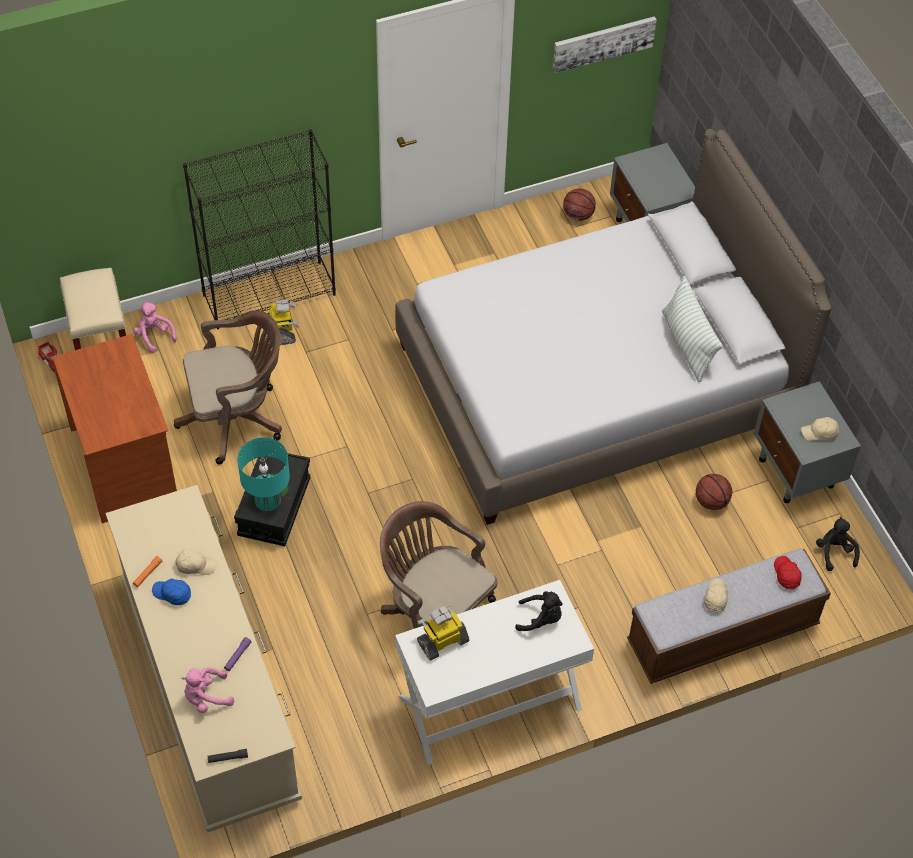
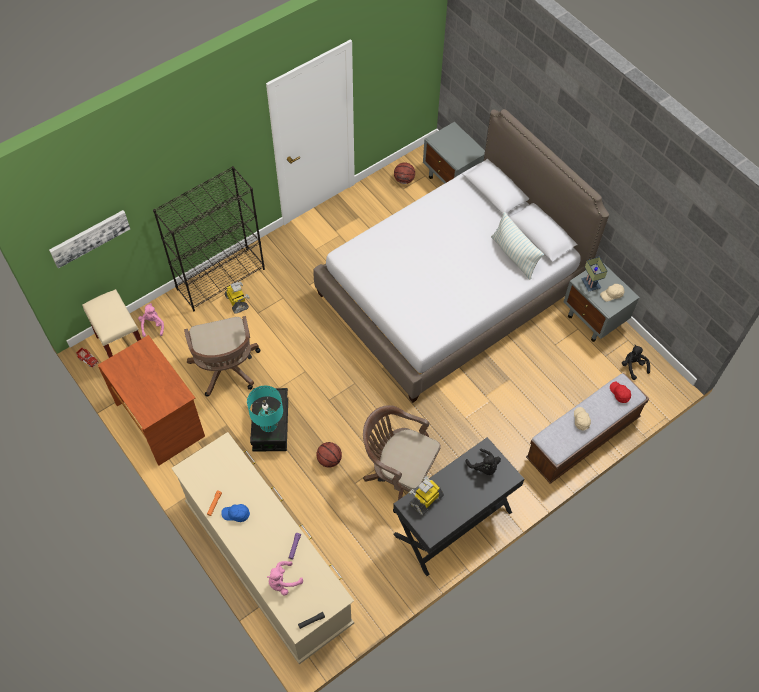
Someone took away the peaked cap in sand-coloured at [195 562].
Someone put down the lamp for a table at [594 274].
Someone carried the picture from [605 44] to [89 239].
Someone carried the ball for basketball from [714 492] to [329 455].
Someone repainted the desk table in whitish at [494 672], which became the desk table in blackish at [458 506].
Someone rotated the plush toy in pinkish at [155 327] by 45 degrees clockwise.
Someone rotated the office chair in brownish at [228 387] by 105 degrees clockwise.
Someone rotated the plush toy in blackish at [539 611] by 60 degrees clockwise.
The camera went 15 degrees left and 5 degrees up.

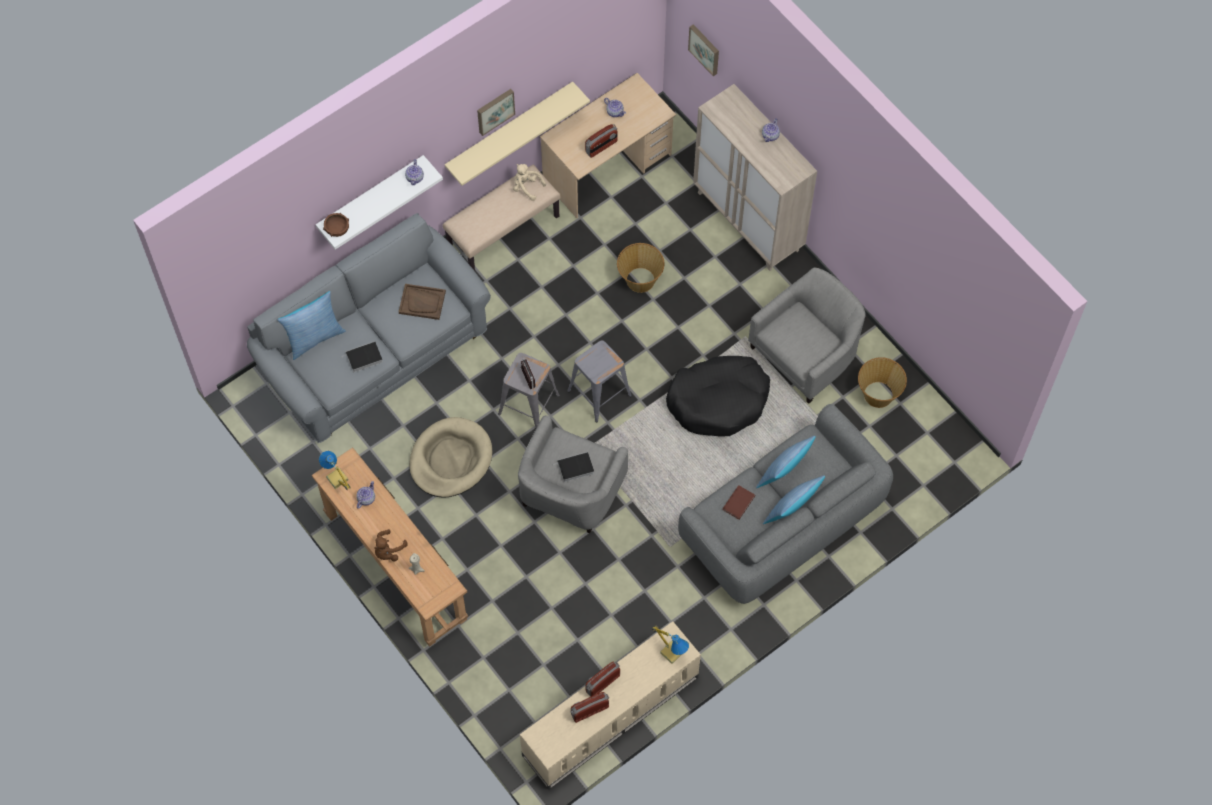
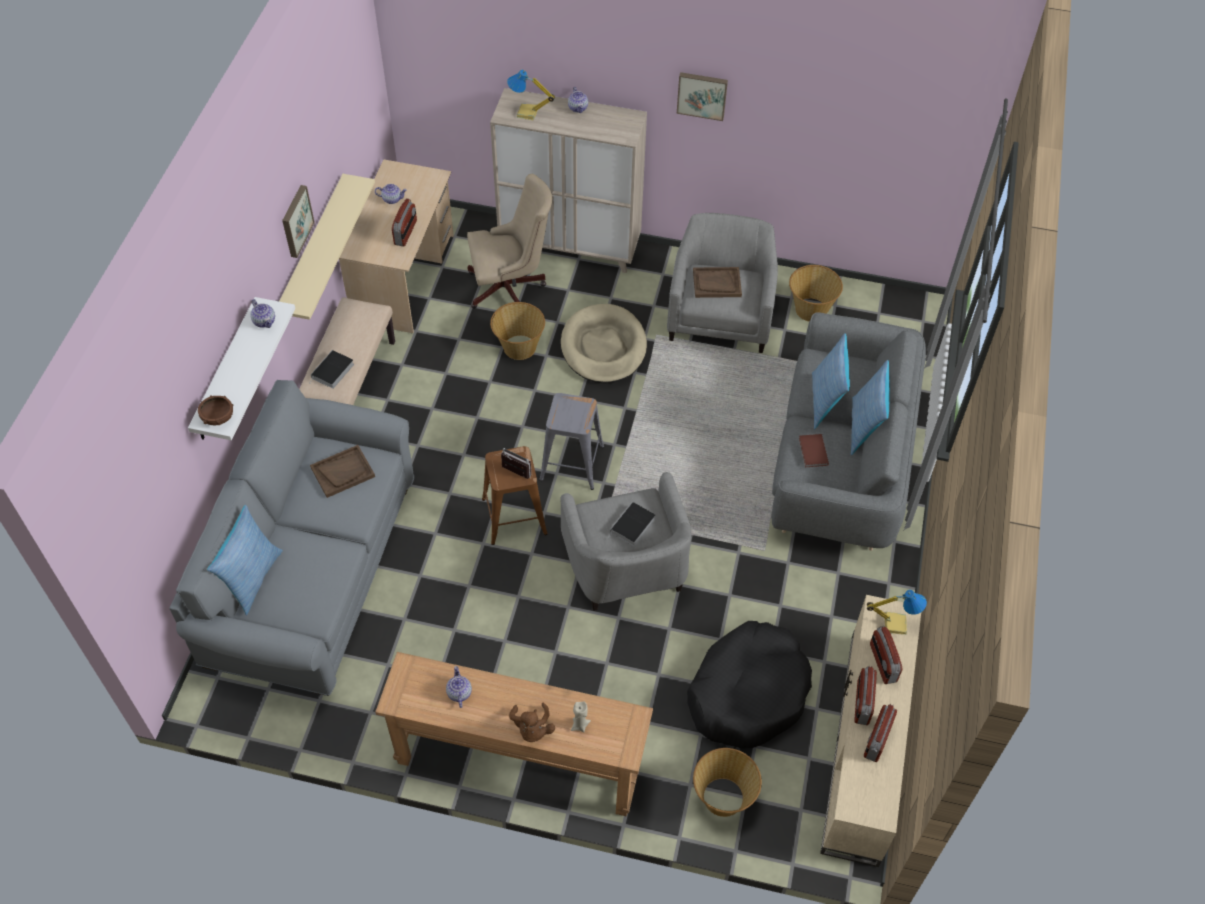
Someone took away the plush toy in sand-coloured at [529 182].
Someone put down the office chair in sand-coloured at [509 241].
Someone put down the serving tray in brownish at [717 282].
Someone put down the household basket at [727 782].
Someone put down the radio receiver at [886 655].
Someone carried the lamp for a table from [335 470] to [531 95].
Someone carried the bound book from [362 356] to [331 369].
Someone carried the dog cushion in sand-coloured from [450 457] to [604 343].
Someone carried the dog cushion in blackish from [718 396] to [749 684].
Someone carried the picture from [703 50] to [702 96].
Someone repainted the stool in grey at [529 390], which became the stool in brownish at [515 495].
The camera went 40 degrees left and 10 degrees down.

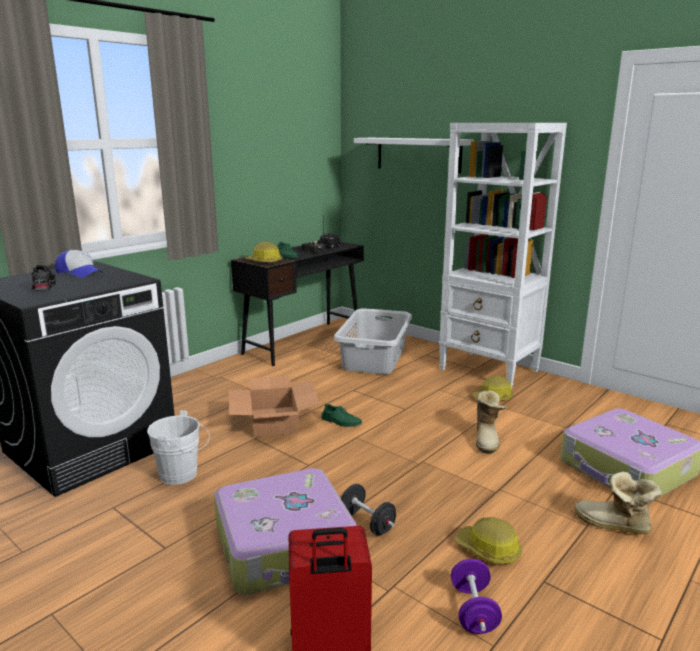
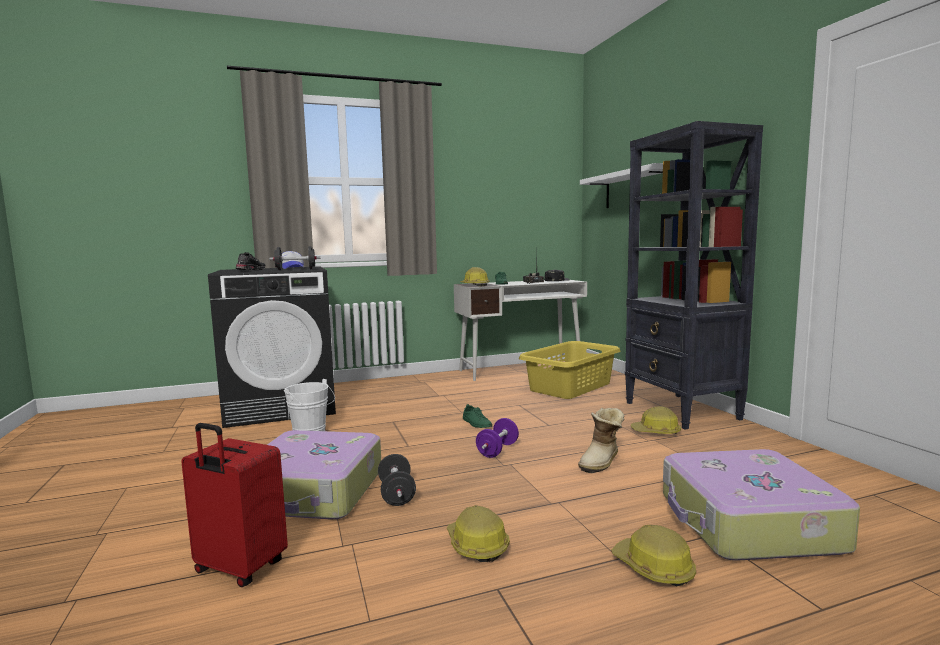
Someone took away the cardboard box at [274 406].
Someone put down the free weight in blackish at [294 258].
Someone carried the free weight in purplish from [476 596] to [497 438].
Someone swapped the high-top boot at [618 503] for the hard hat at [653 555].
Someone repainted the desk table in blackish at [297 304], which became the desk table in whitish at [520 330].
Someone repainted the hamper in grey at [373 341], which became the hamper in yellow at [570 370].
Someone repainted the bookshelf in whitish at [503 256], which became the bookshelf in blackish at [694 275].
The camera went 30 degrees right and 10 degrees down.

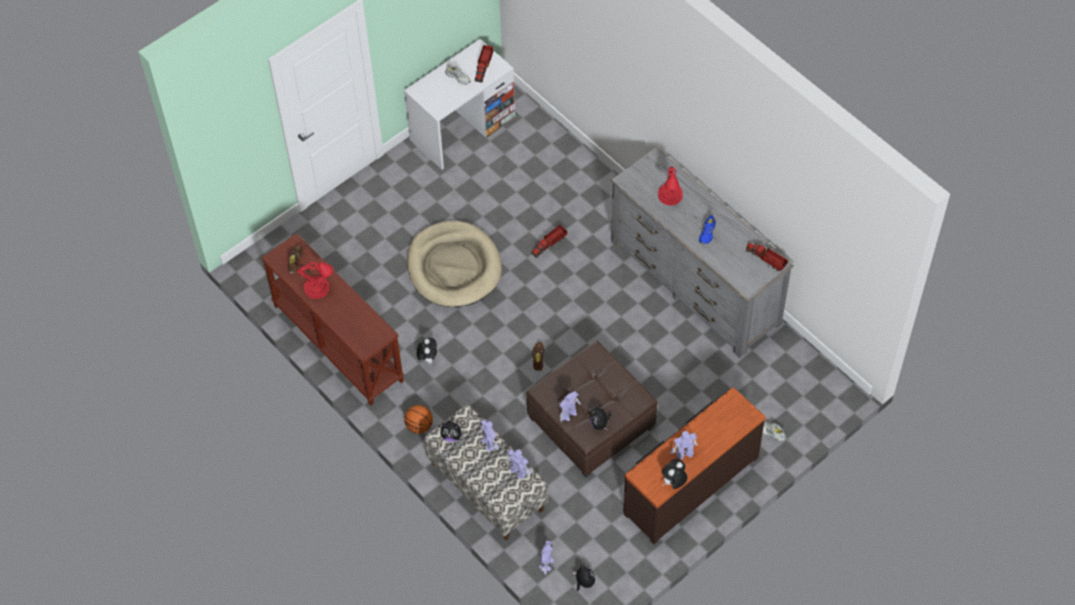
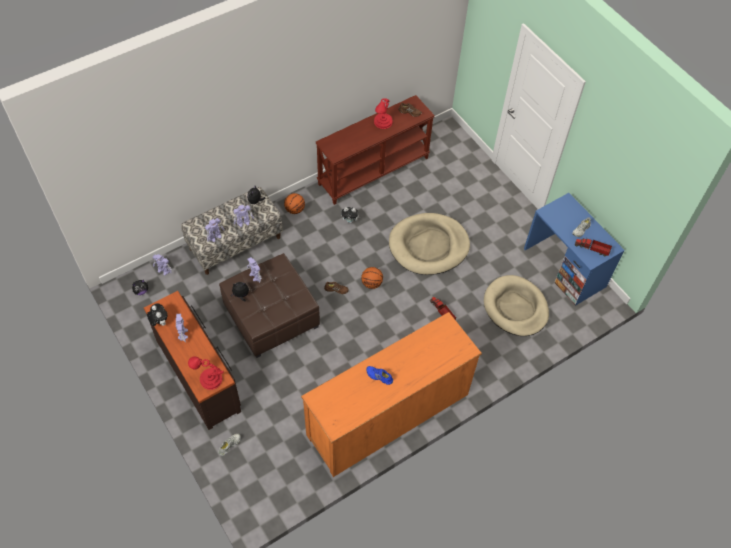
Someone took away the toy lorry at [766 257].
Someone put down the ball for basketball at [372 278].
Someone put down the dog cushion in sand-coloured at [516 305].
Someone carried the lamp for a table in red from [670 186] to [206 373].
Someone repainted the desk table in whitish at [459 104], which became the desk table in blue at [574 249].
Someone repainted the drawer chest in grey at [702 252], which became the drawer chest in orange at [391 394].
The camera went 95 degrees right and 0 degrees up.

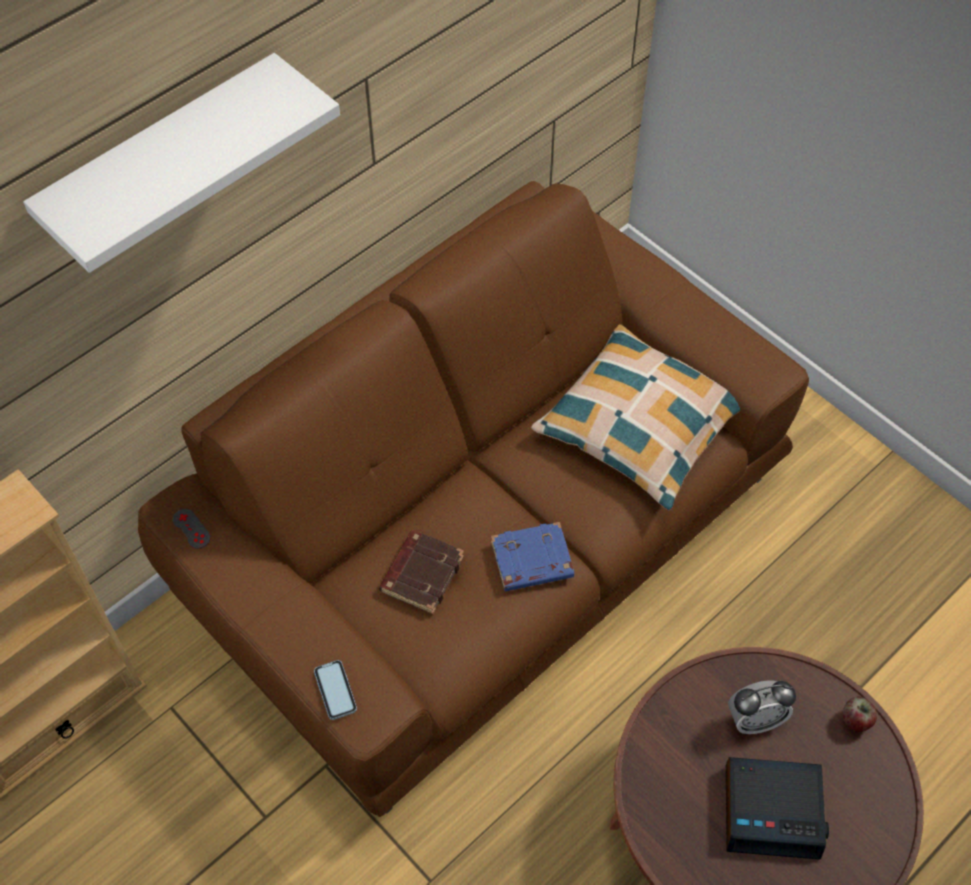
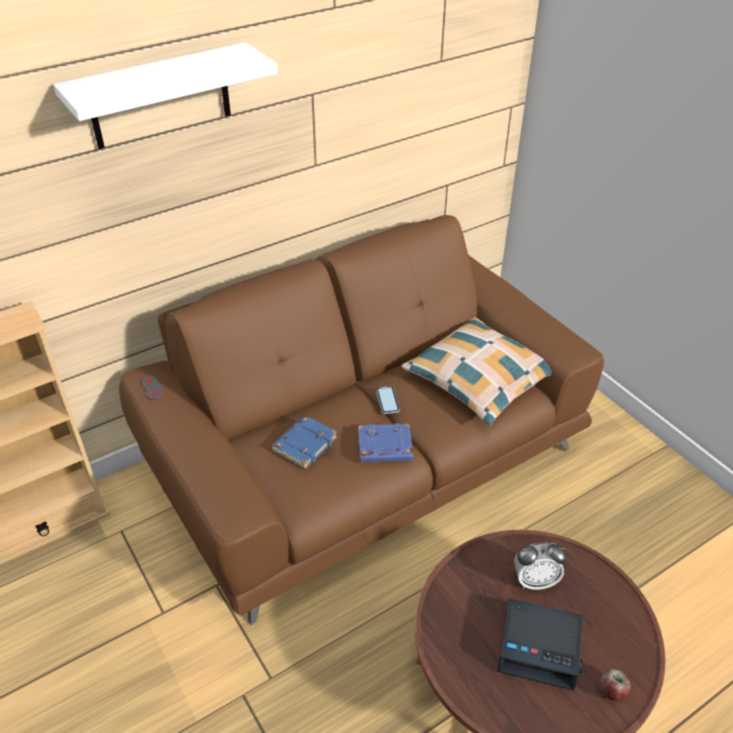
Someone carried the telephone from [335 690] to [388 400].
Someone carried the whole apple from [860 714] to [615 684].
Someone repainted the bound book in brownish at [421 572], which became the bound book in blue at [304 442].
The camera went 10 degrees right and 15 degrees down.

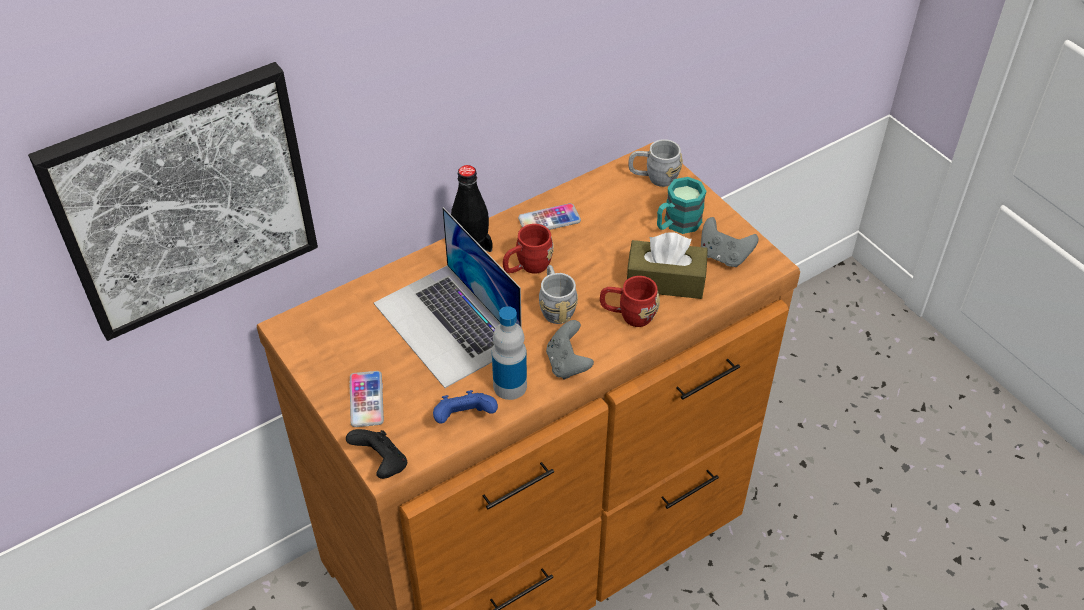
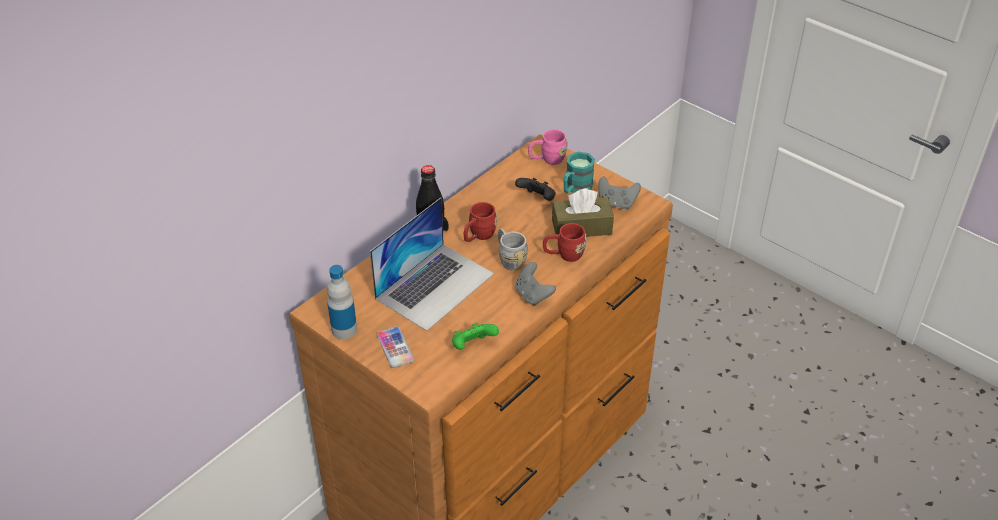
Someone took away the picture at [173 201].
Someone took away the telephone at [549 216].
Someone carried the game controller in blackish from [376 454] to [535 189].
Someone carried the bottle from [509 353] to [342 302].
Someone repainted the game controller in blue at [465 407], which became the game controller in green at [475 336].
Someone repainted the tea mug in grey at [656 163], which became the tea mug in pinkish at [548 147].
Someone rotated the laptop at [448 297] by 90 degrees counterclockwise.
The camera went 15 degrees left and 5 degrees down.

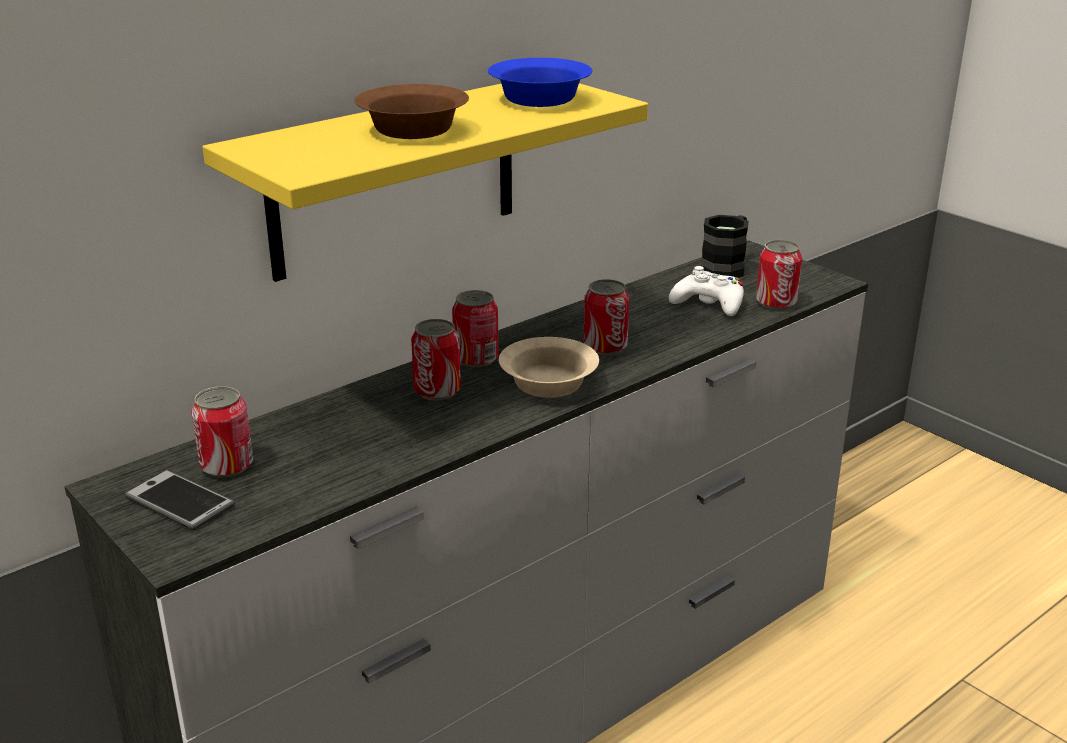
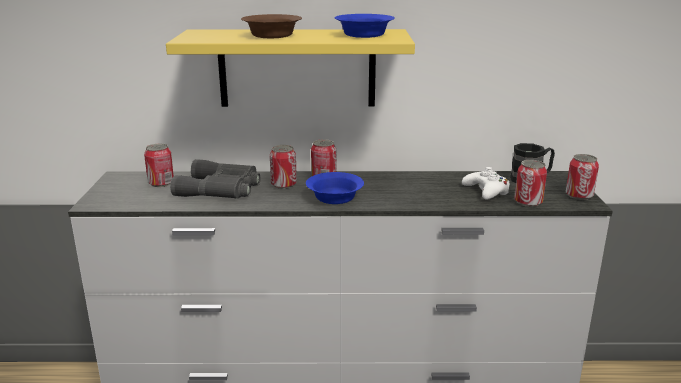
Someone took away the telephone at [180 500].
Someone put down the field glasses in grey at [215 178].
Someone carried the can from [606 317] to [582 177].
Someone repainted the serving bowl in sand-coloured at [549 367], which became the serving bowl in blue at [335 188].
The camera went 40 degrees right and 5 degrees down.

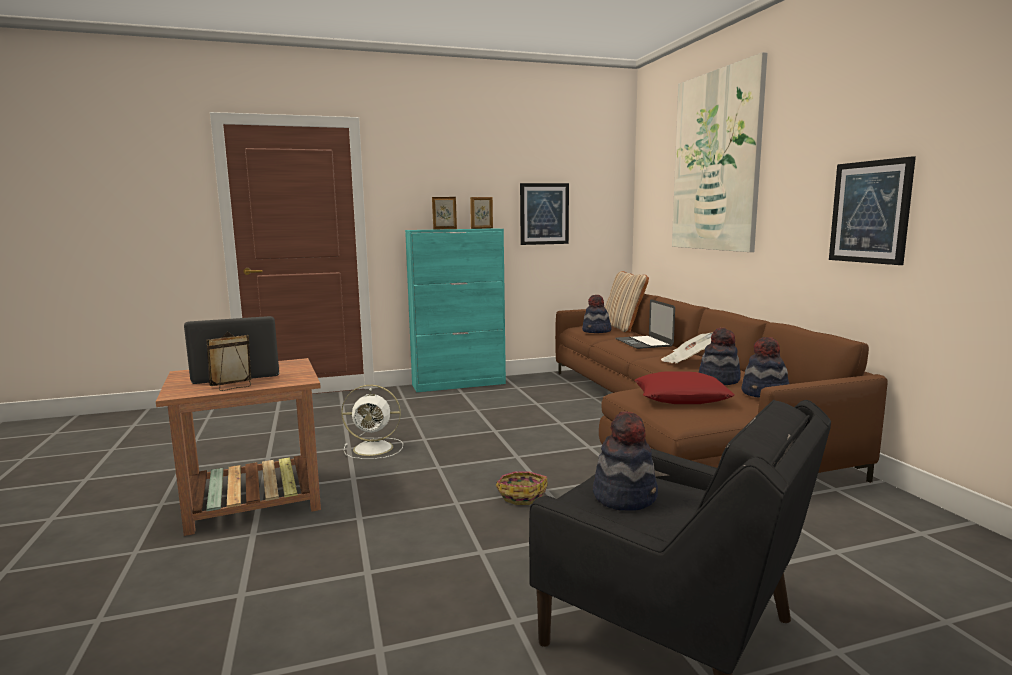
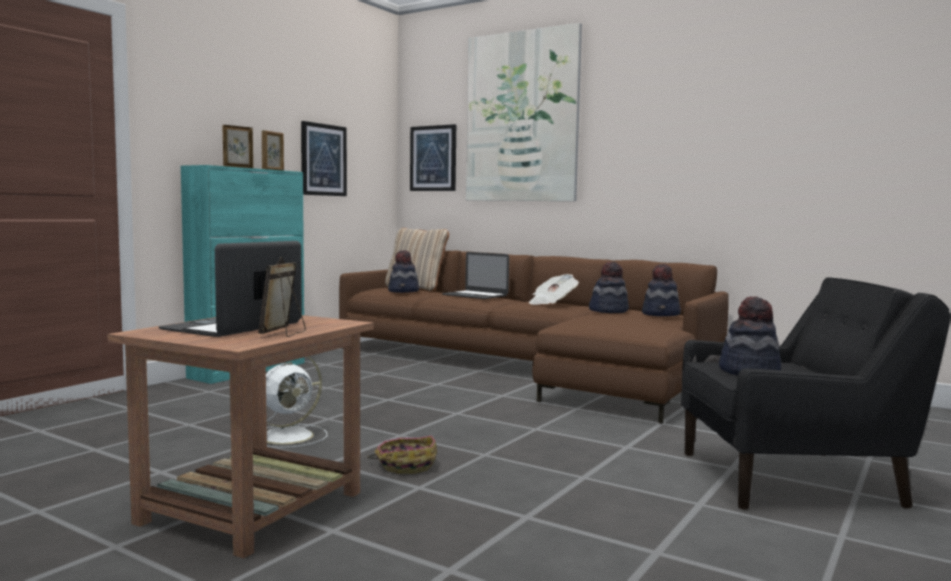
Someone took away the throw pillow in red at [684 387].
Someone carried the household basket from [521 488] to [402 455].
Someone carried the picture from [872 210] to [433 157].
The camera went 40 degrees left and 5 degrees down.

